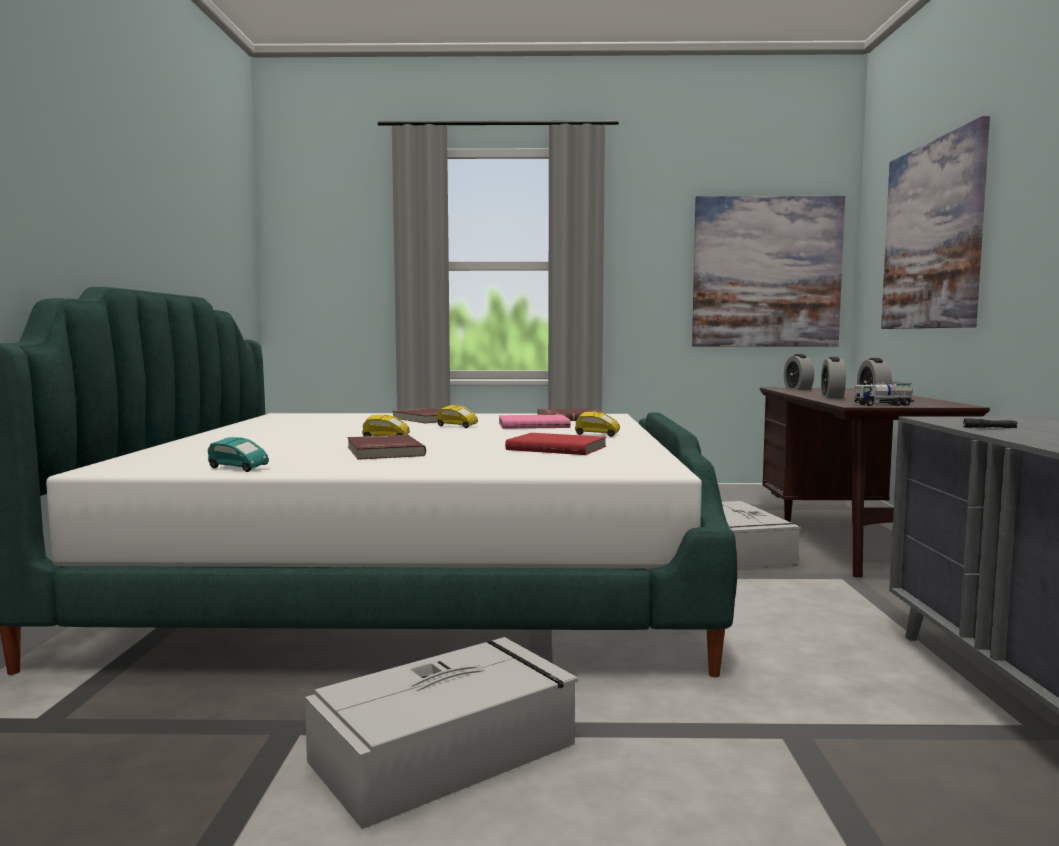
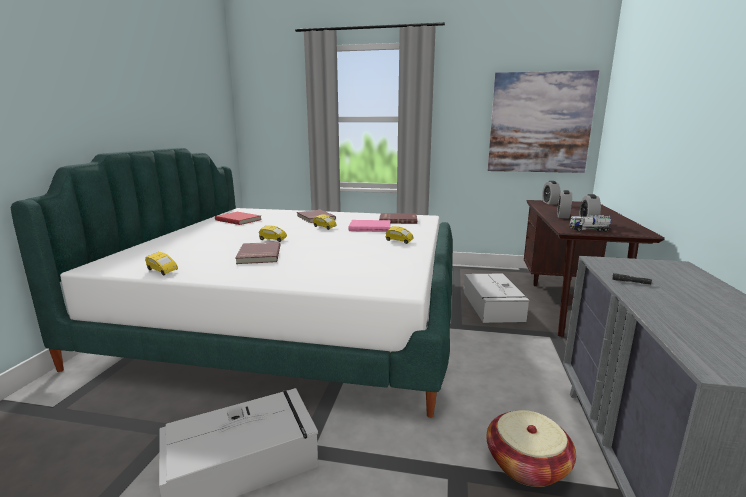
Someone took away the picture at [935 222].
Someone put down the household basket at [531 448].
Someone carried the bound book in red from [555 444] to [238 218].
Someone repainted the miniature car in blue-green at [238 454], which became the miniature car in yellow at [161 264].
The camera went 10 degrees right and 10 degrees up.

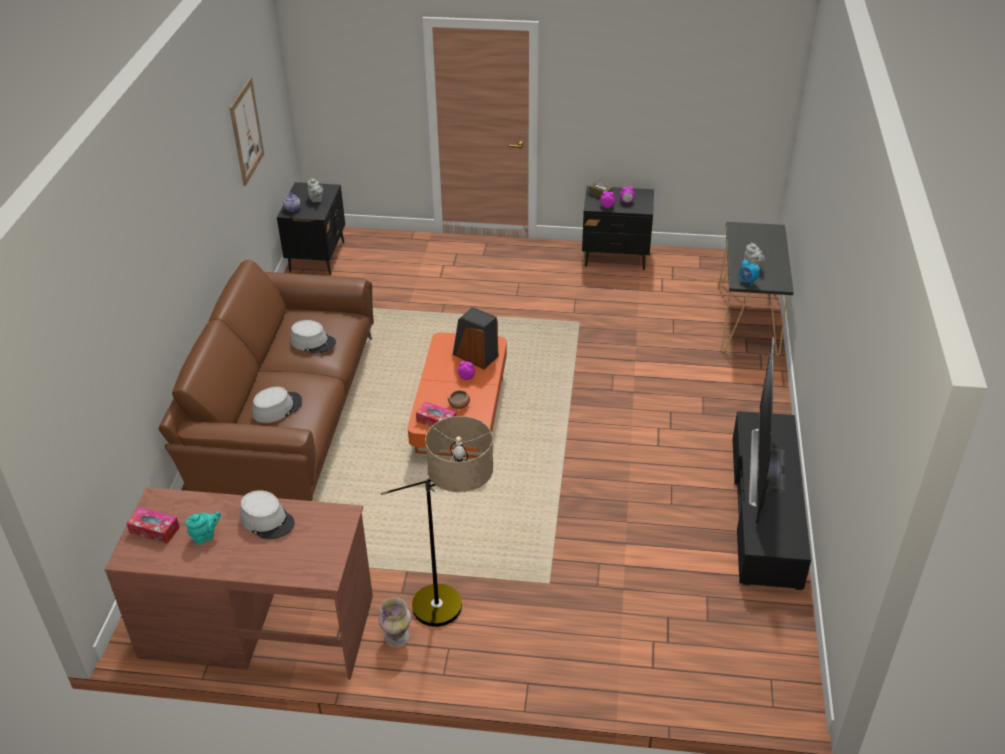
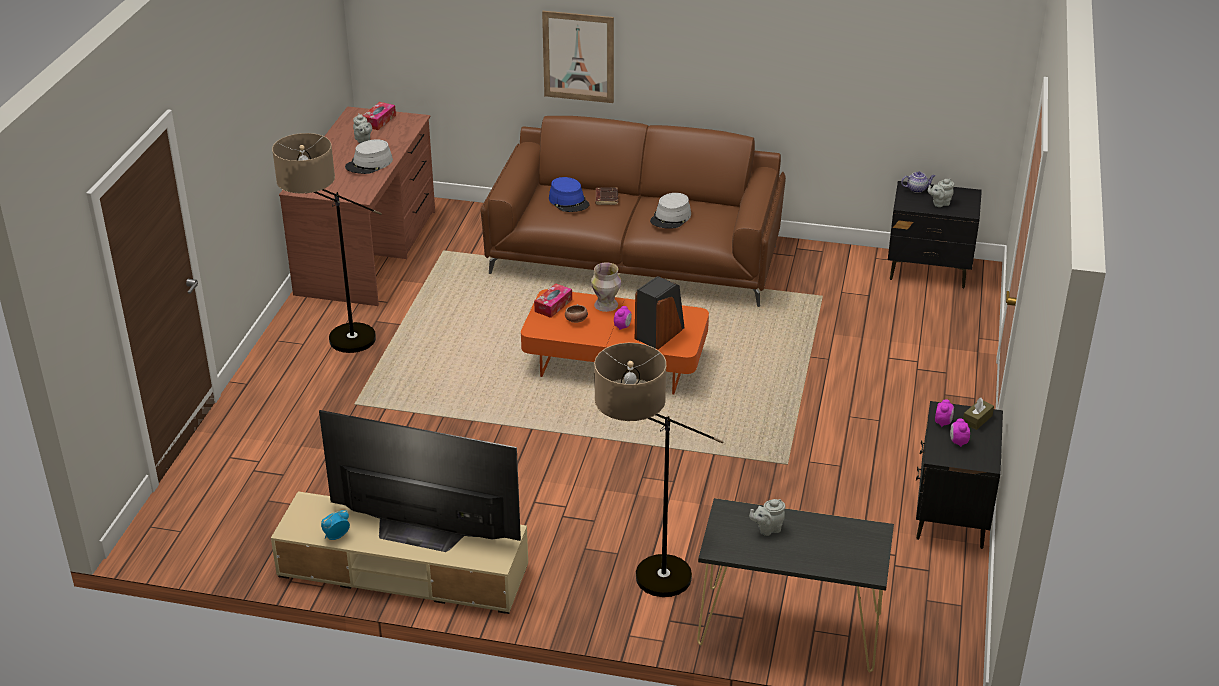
Someone put down the standing lamp at [658 470].
Someone put down the bound book in brownish at [606 196].
Someone carried the picture from [246 131] to [578 57].
Someone carried the flower vase from [394 622] to [606 287].
Someone carried the table clock from [749 272] to [335 525].
Someone repainted the teapot in blue-green at [203 528], which became the teapot in grey at [362 128].
Someone repainted the hat in grey at [277 405], which became the hat in blue at [569 194].
Someone repainted the tv unit in blackish at [771 500], which became the tv unit in sand-coloured at [399 552].
The camera went 95 degrees right and 5 degrees down.

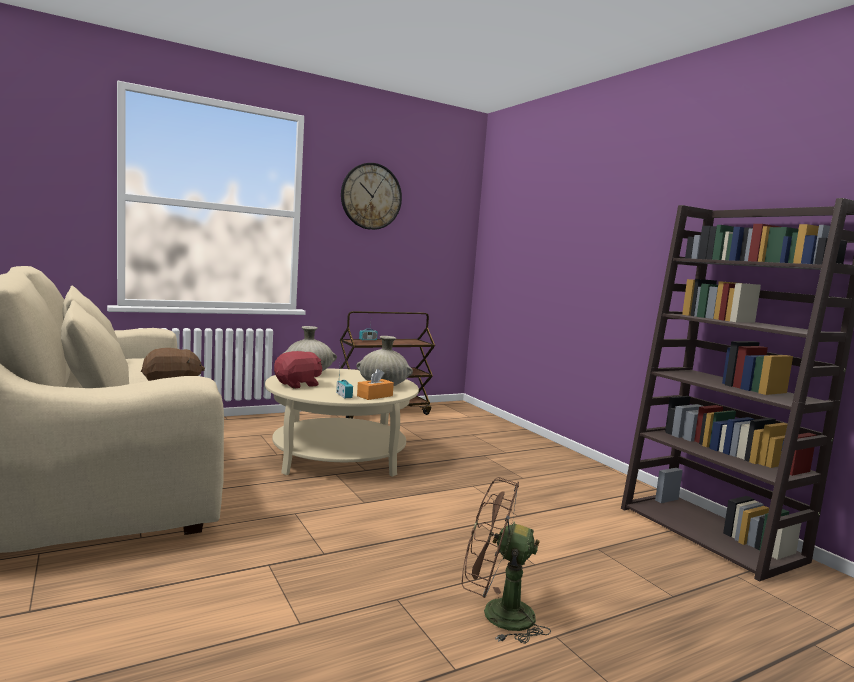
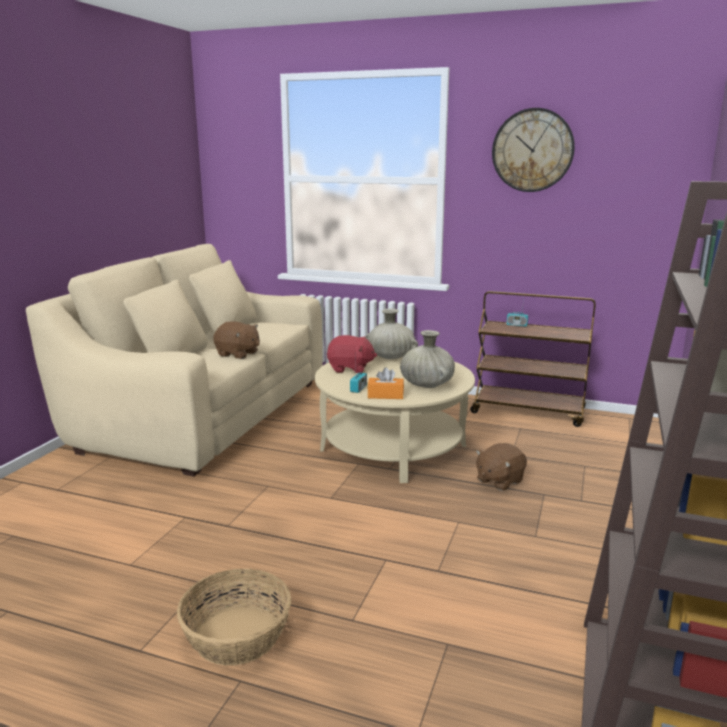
Someone put down the plush toy in brownish at [501 467].
Someone swapped the cooling fan in brownish at [506 560] for the household basket at [234 617].
The camera went 50 degrees right and 10 degrees up.

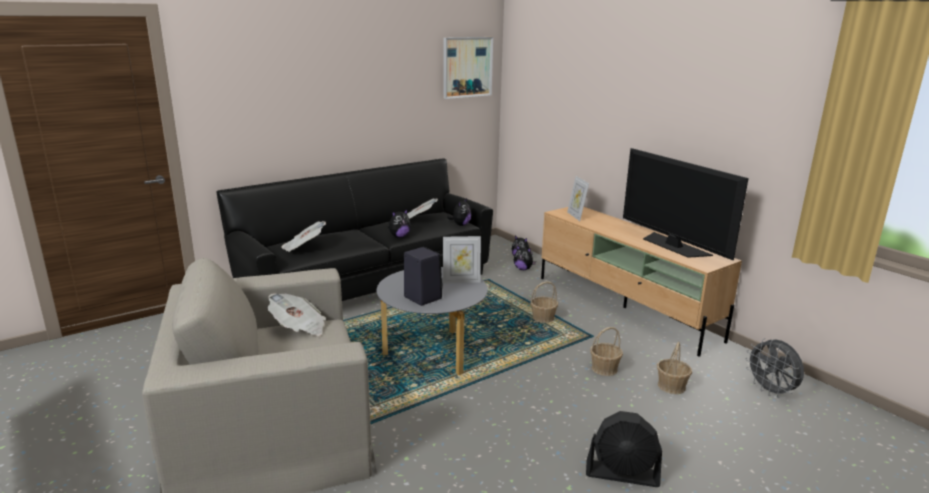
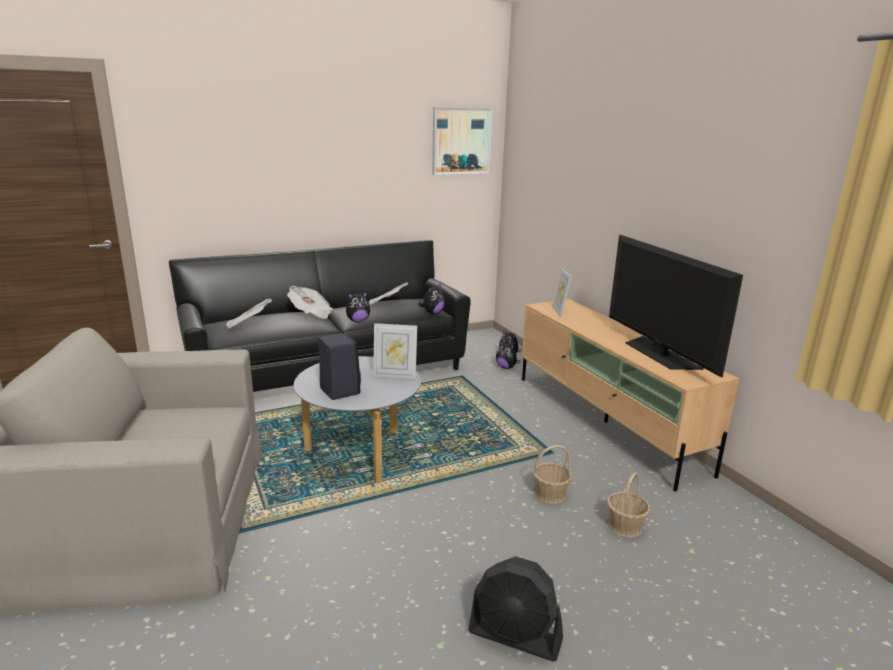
Someone took away the household basket at [544 302].
Someone took away the cooling fan in grey at [774 368].
Someone carried the newspaper from [297 314] to [310 302].
The camera went 10 degrees right and 0 degrees up.

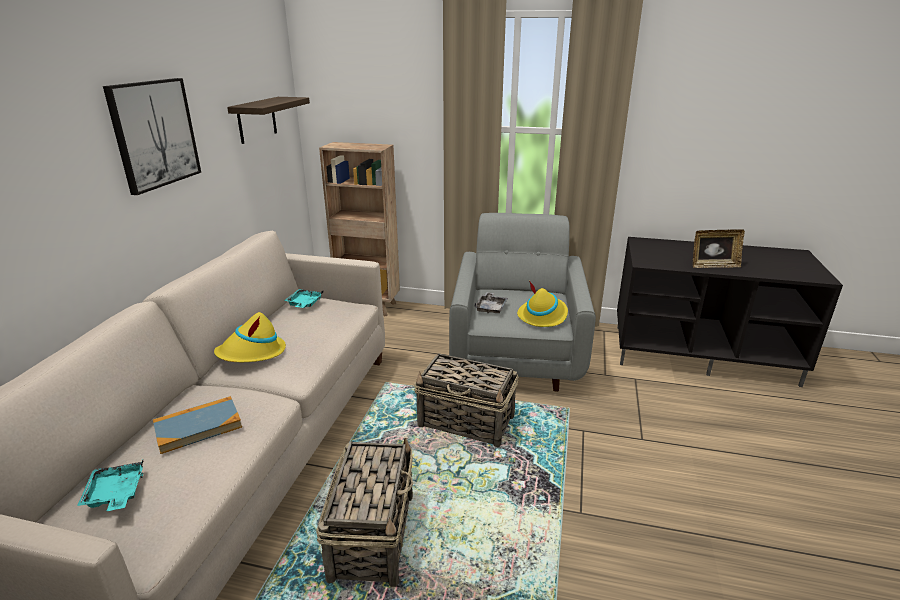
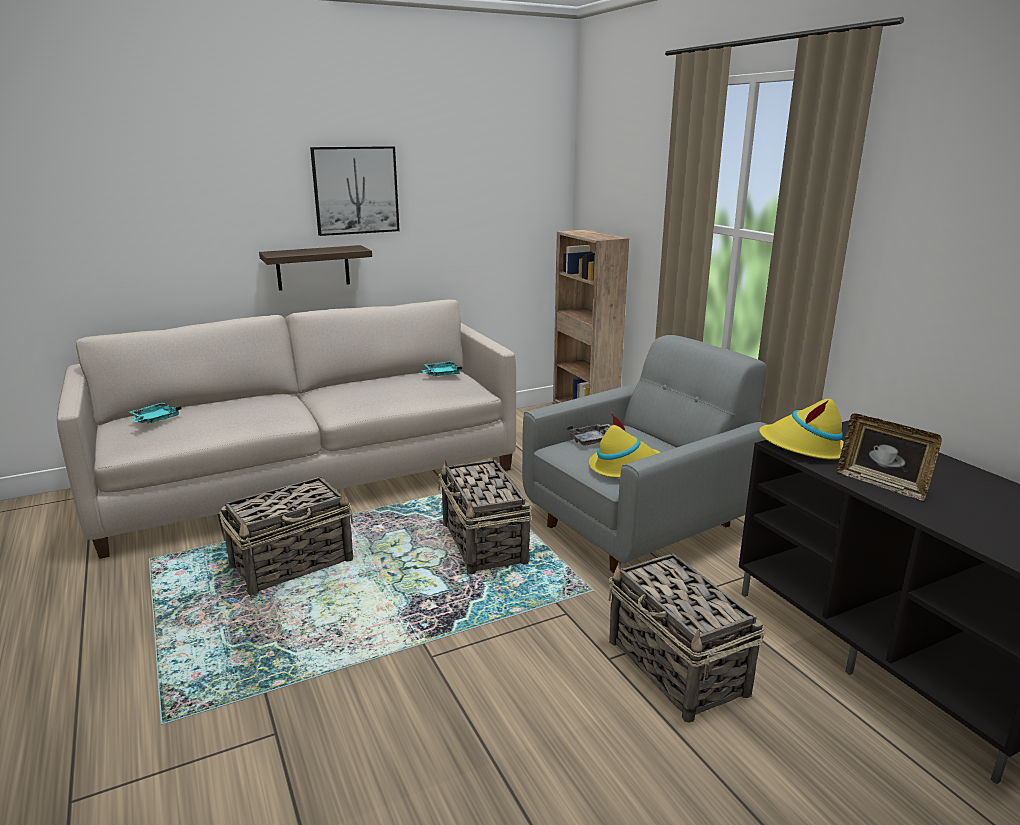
Someone took away the bound book at [197 425].
Someone put down the household basket at [686 638].
Someone carried the hat in yellow from [250 337] to [801 429].
Someone carried the wall shelf from [268 120] to [315 268].
The camera went 50 degrees right and 5 degrees down.

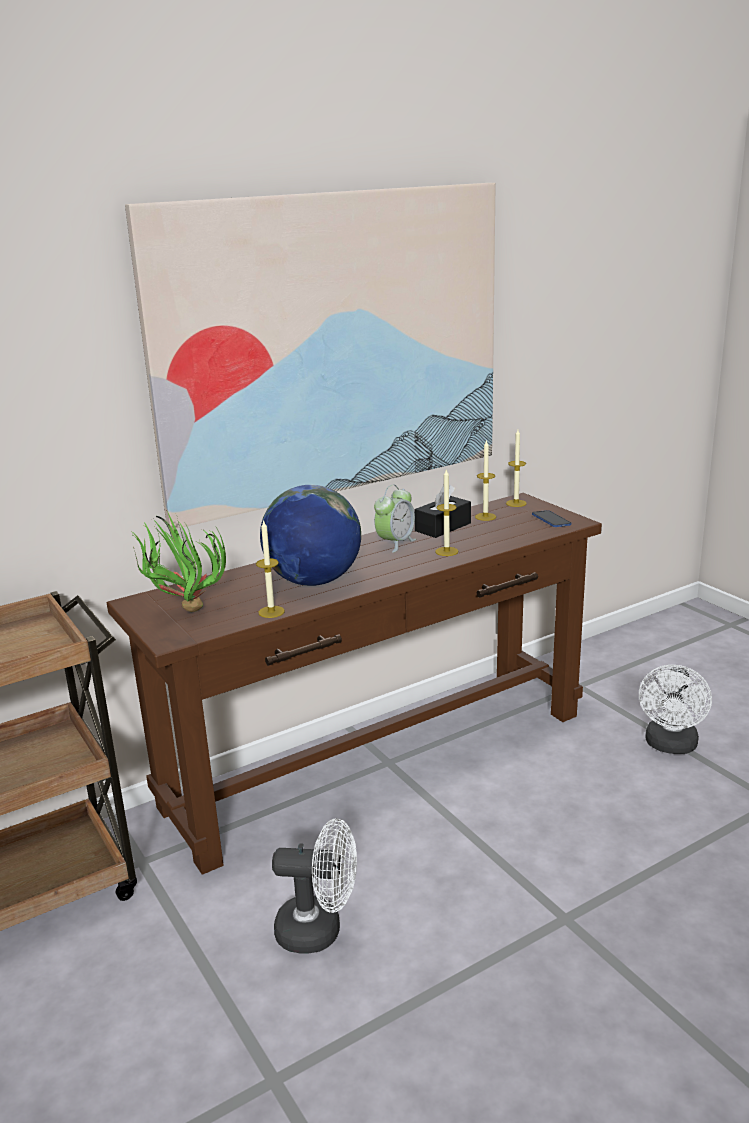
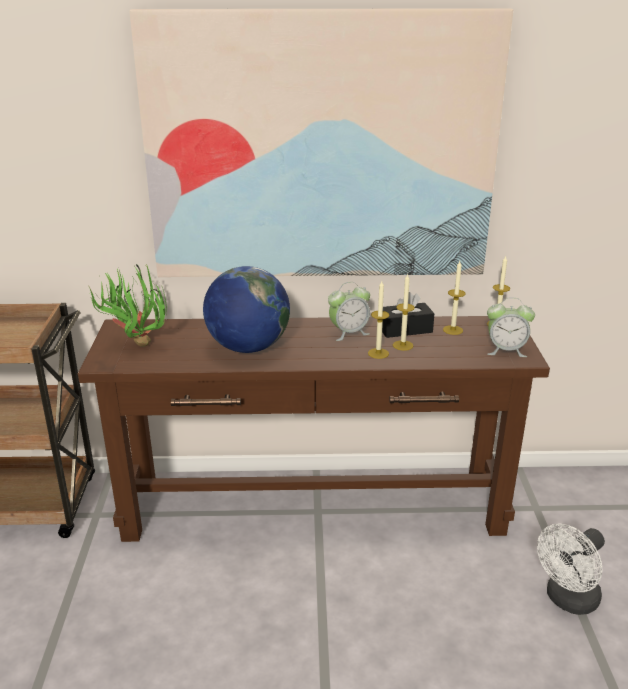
Someone took away the cooling fan in whitish at [314 886].
Someone carried the wax light from [270 569] to [404 312].
Someone swapped the telephone at [551 518] for the table clock at [511 327].
The camera went 30 degrees right and 5 degrees up.

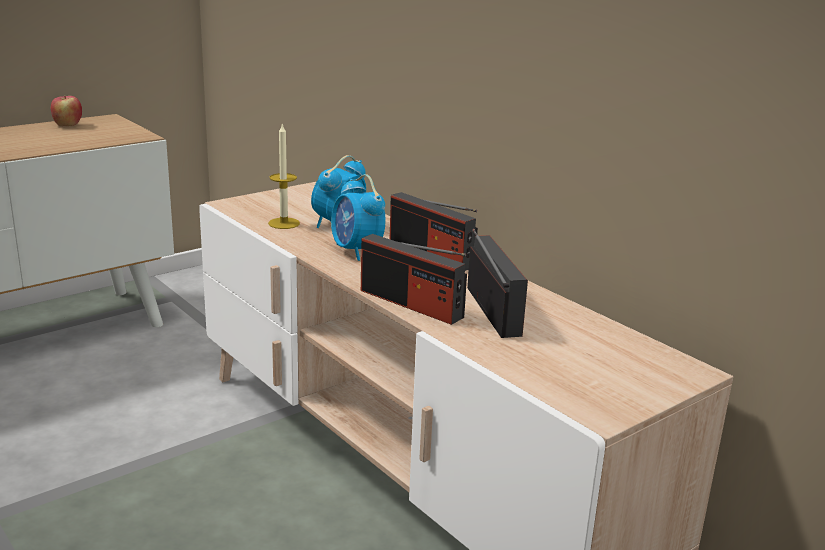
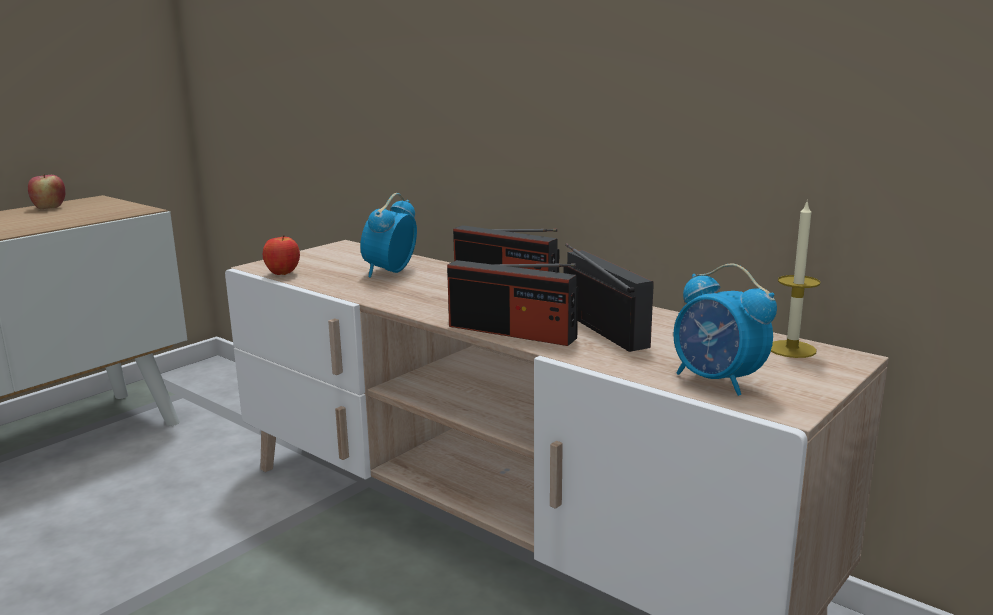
Someone put down the whole apple at [281 255].
Someone carried the wax light from [284 177] to [795 280].
Someone carried the table clock from [358 217] to [725 330].
The camera went 10 degrees left and 5 degrees down.

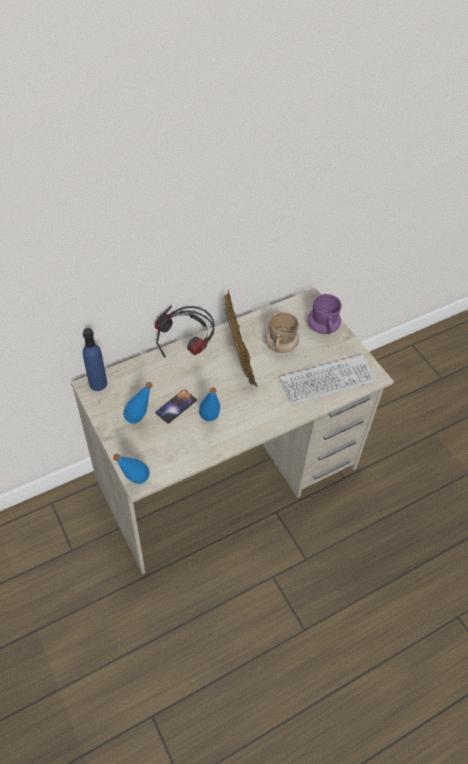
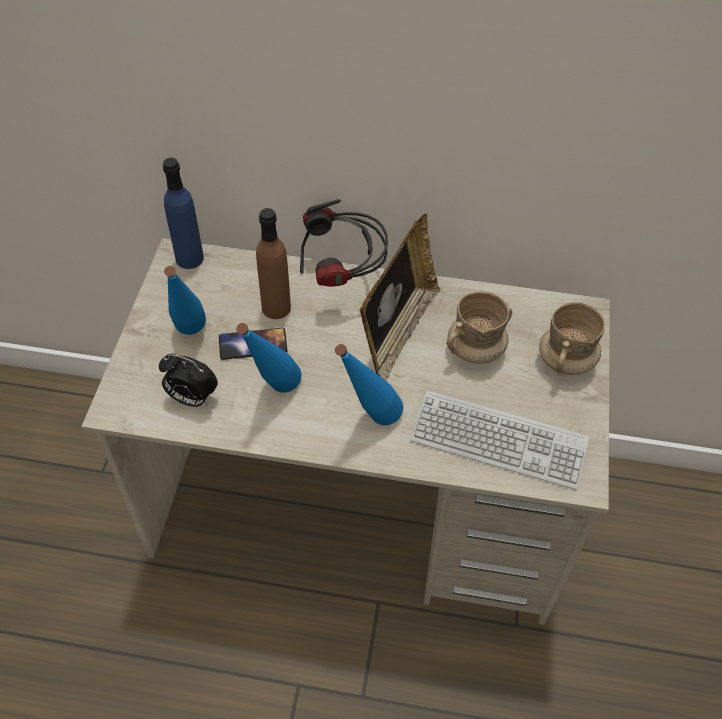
Someone put down the table clock at [188 380].
Someone put down the bottle in brownish at [273 263].
Someone carried the bottle in blue from [131 469] to [369 384].
Someone repainted the tea mug in purplish at [324 314], which became the tea mug in sand-coloured at [572 338].
The camera went 40 degrees right and 0 degrees up.

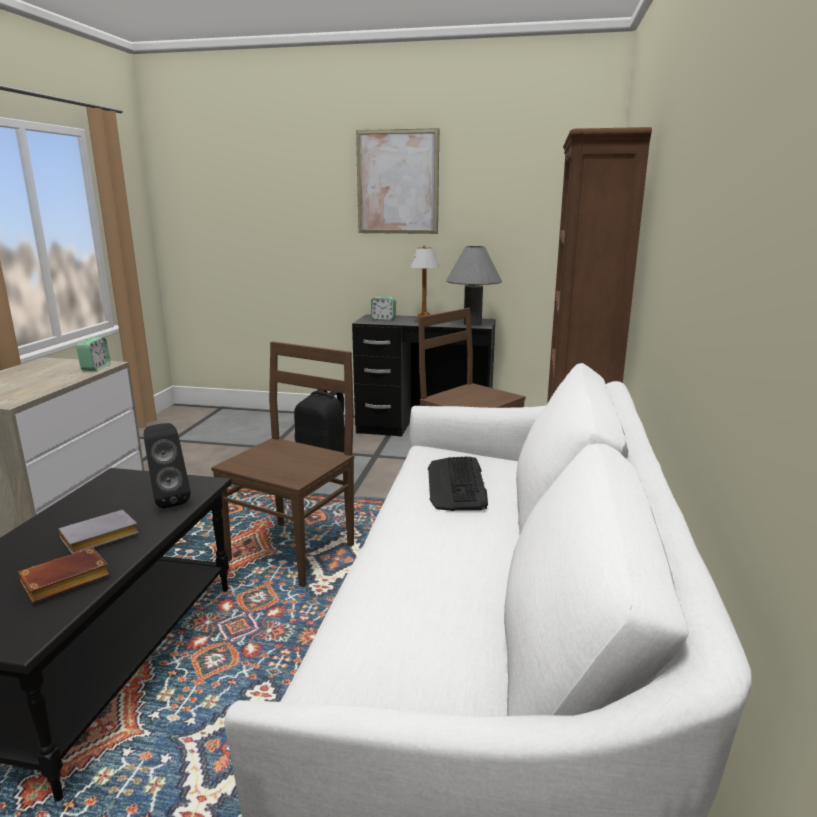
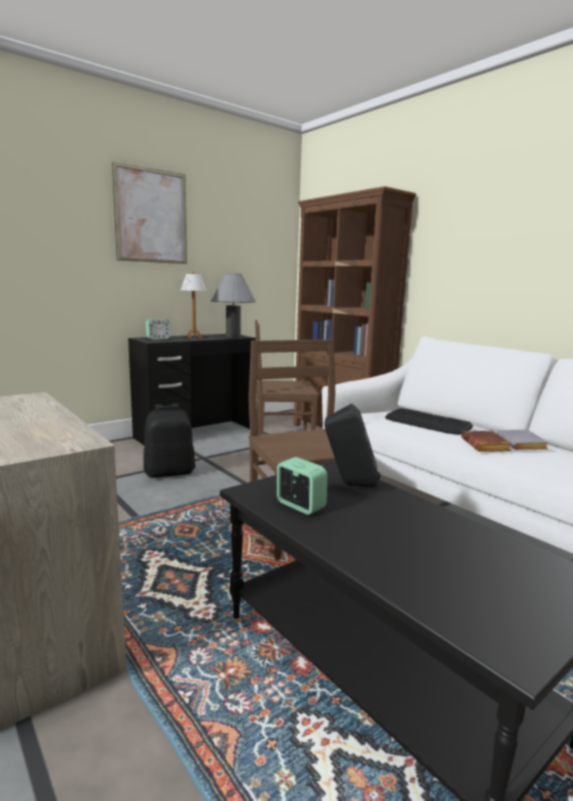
Someone carried the bound book in brownish from [64 575] to [486 441].
Someone carried the bound book in grey from [98 532] to [523 439].
Someone carried the table clock from [93 354] to [302 486].
The camera went 50 degrees left and 5 degrees down.

